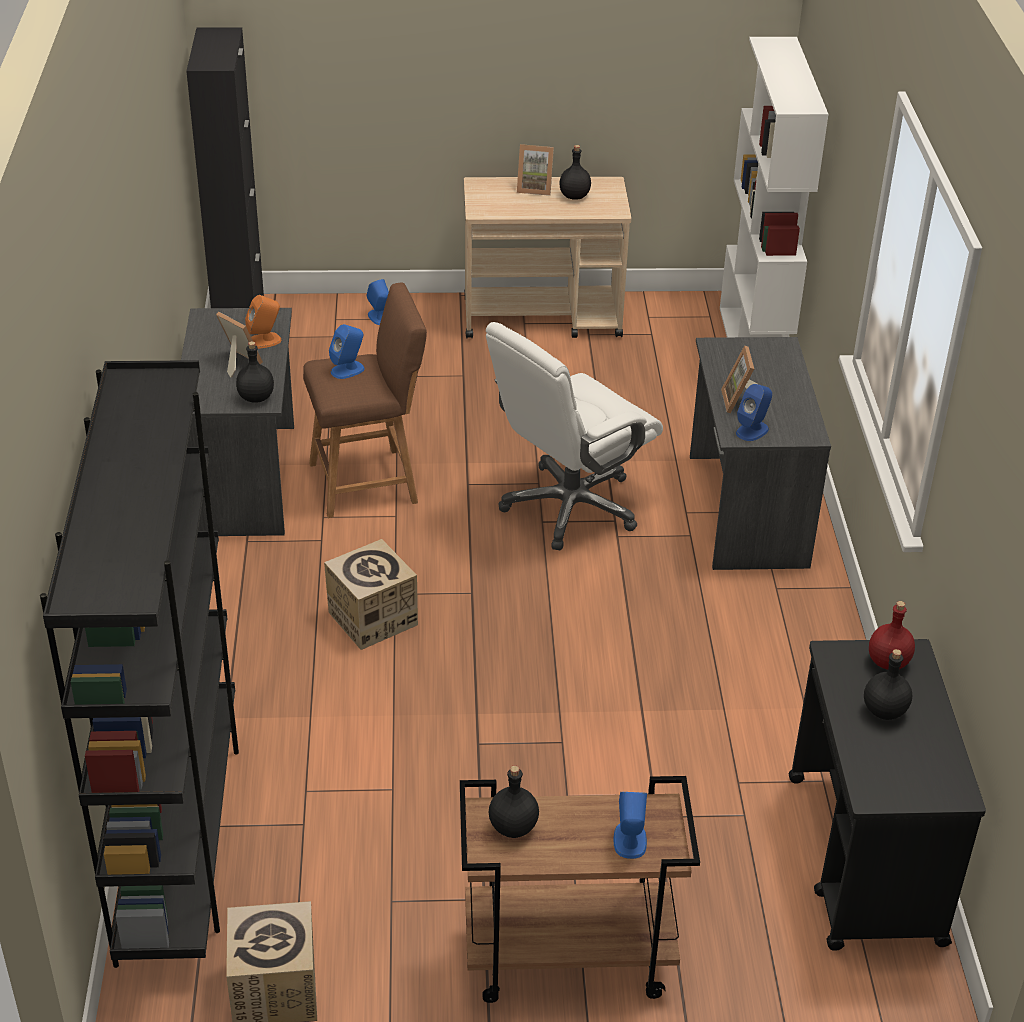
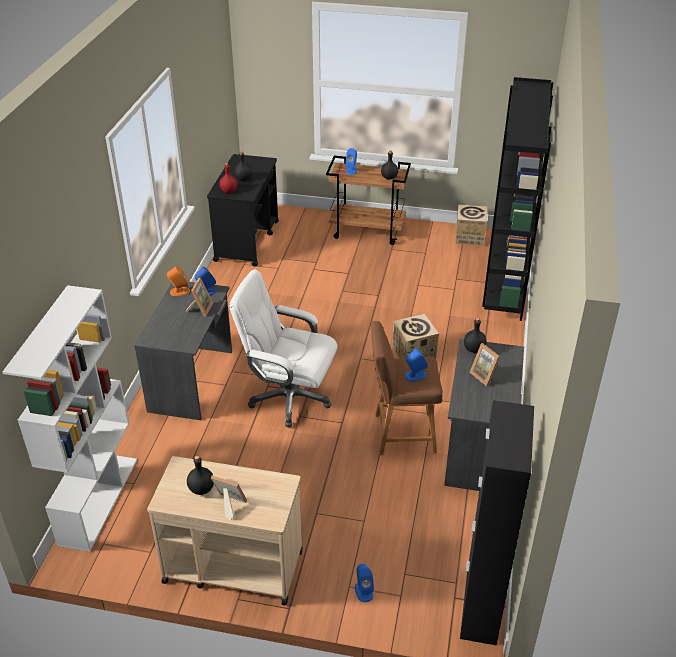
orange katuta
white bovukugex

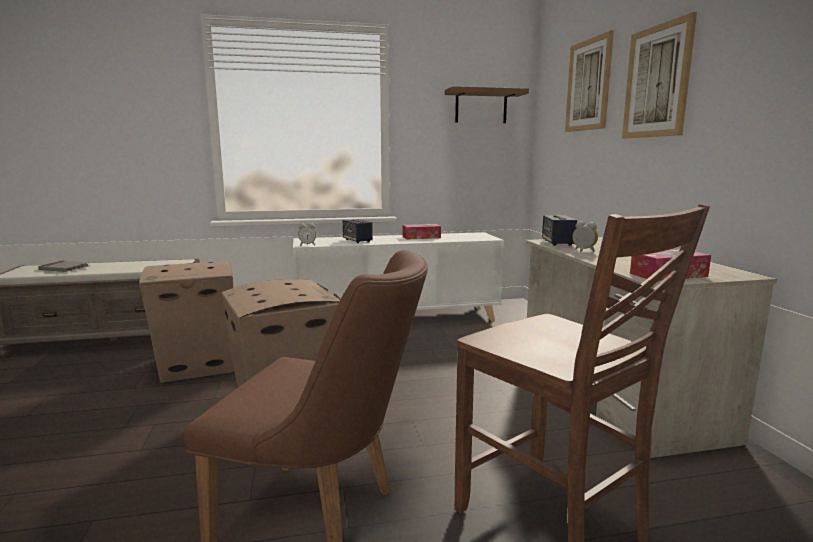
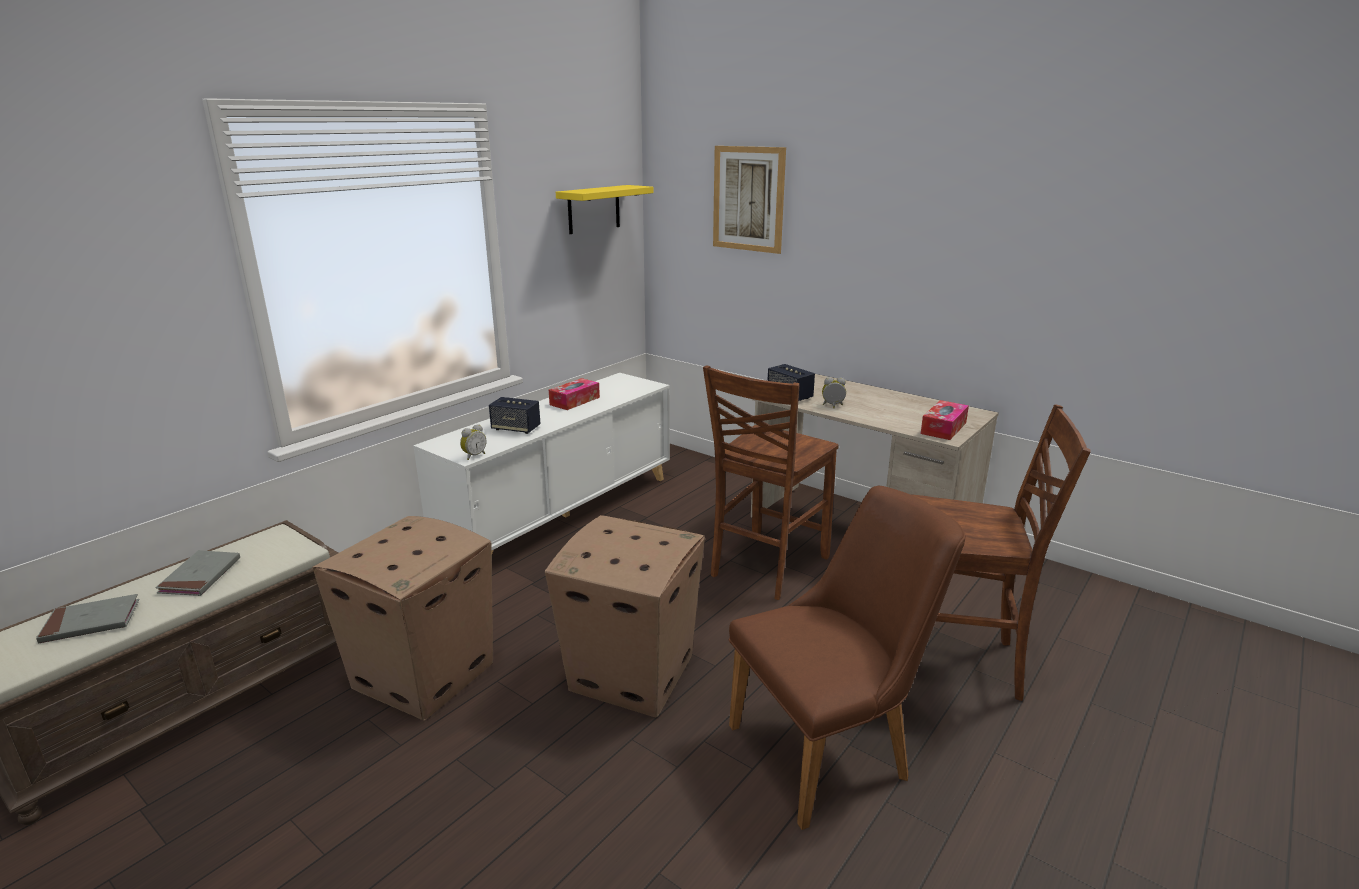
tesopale (2nd from left in the first image)
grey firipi (2nd from left)
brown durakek (1st from left)
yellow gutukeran

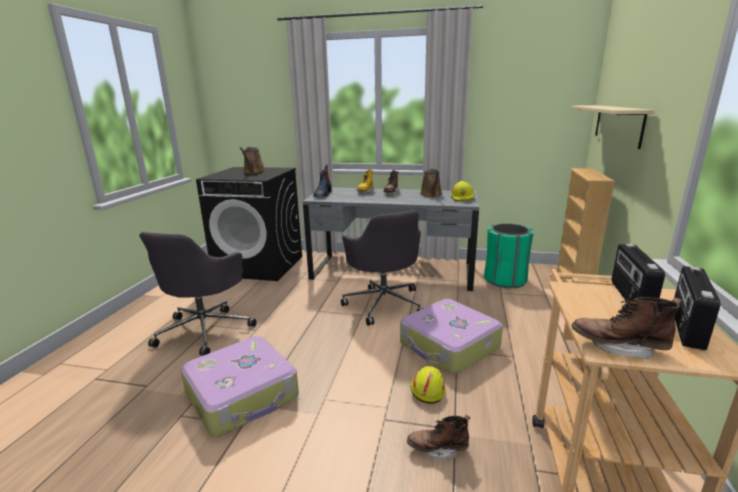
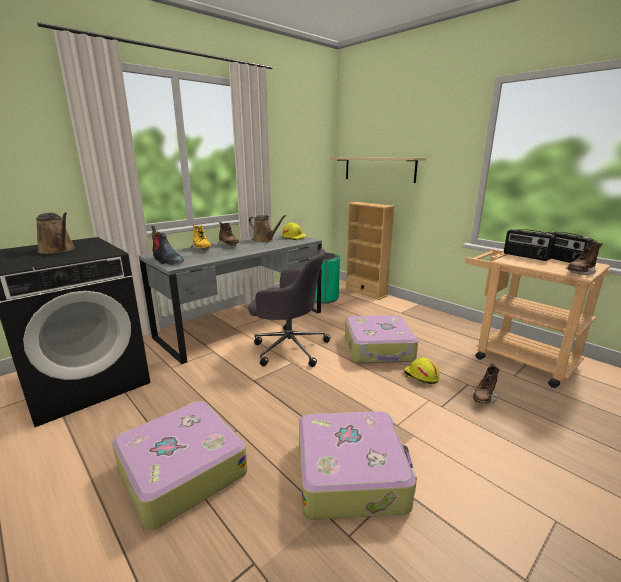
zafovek (1st from left)

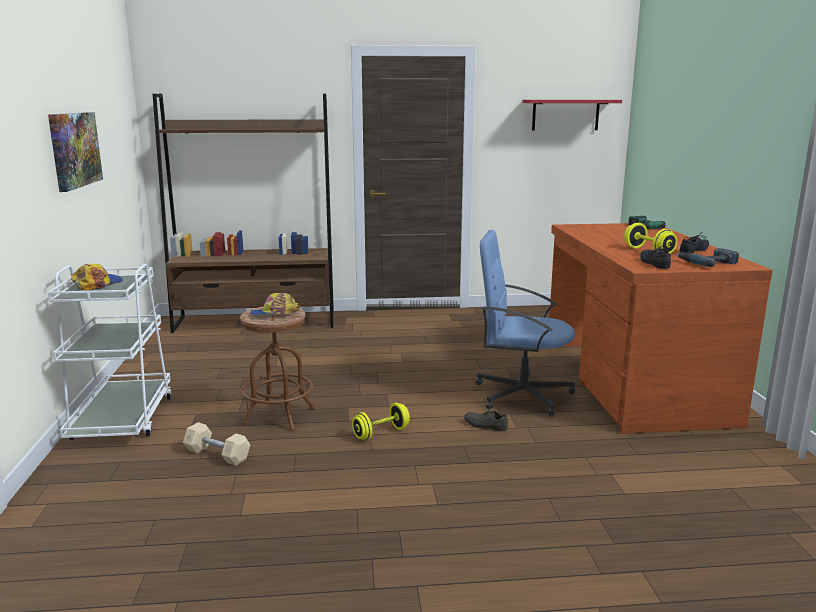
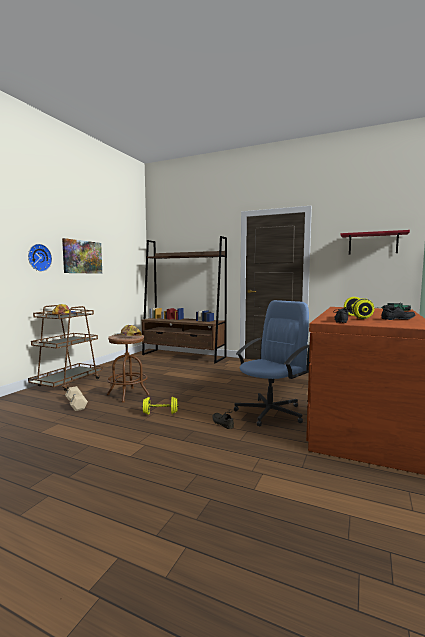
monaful (2nd from left in the first image)
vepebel
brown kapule
blue bovukugex

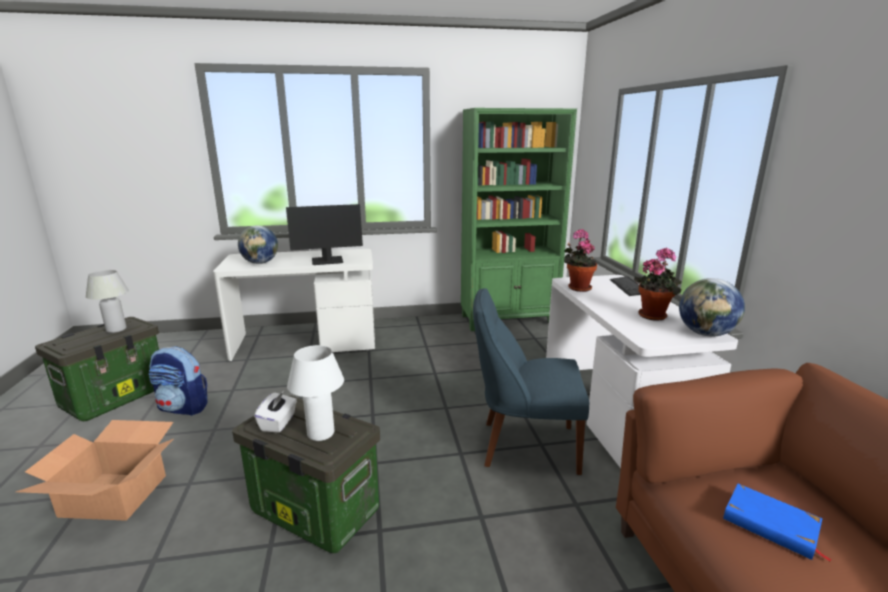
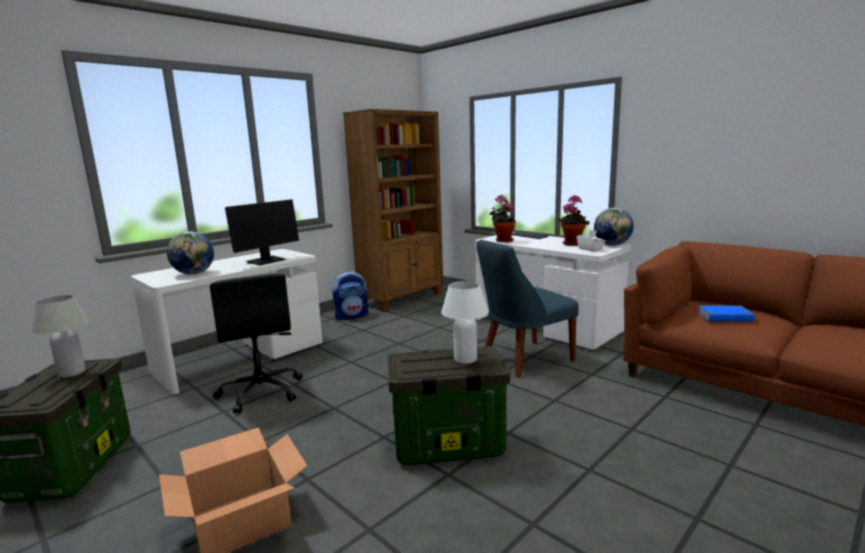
black bovukugex
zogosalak
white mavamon
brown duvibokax

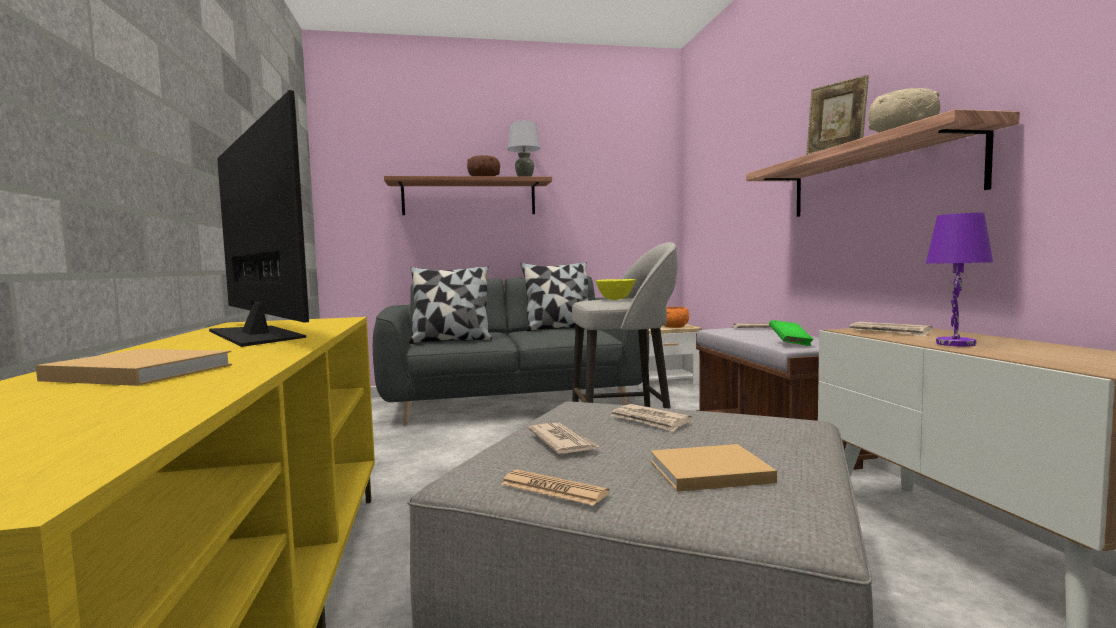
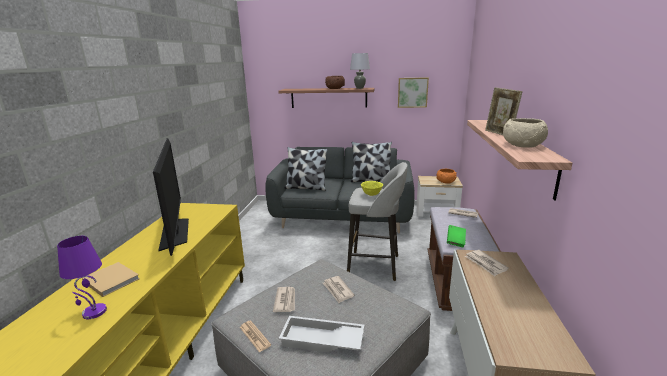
tesopale
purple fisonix
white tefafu

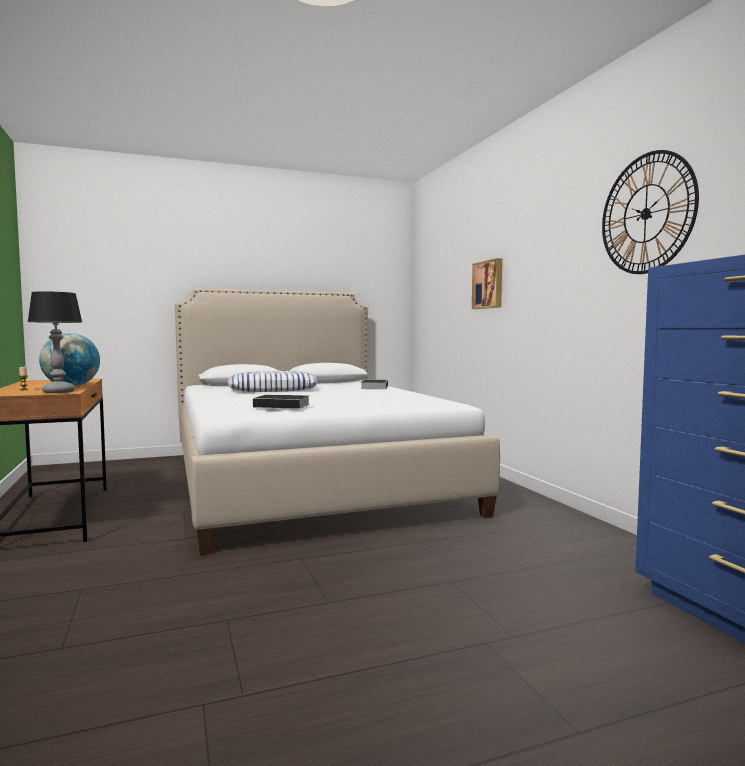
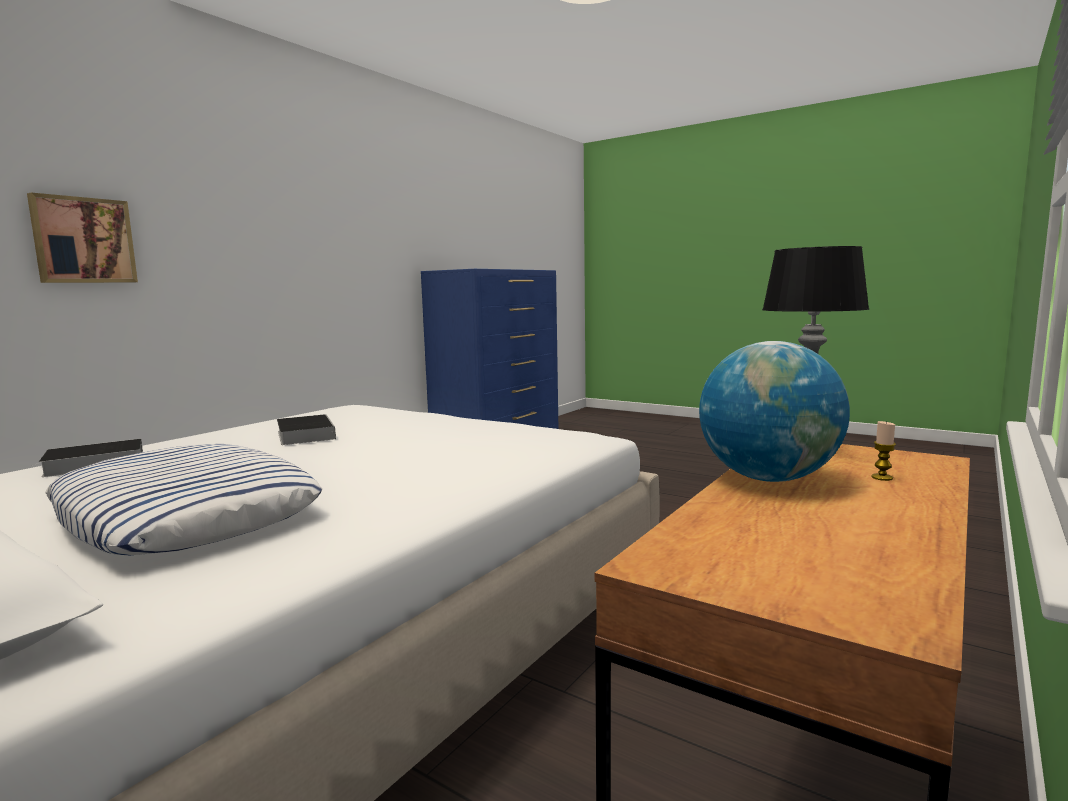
vepebel
firipi (2nd from left)

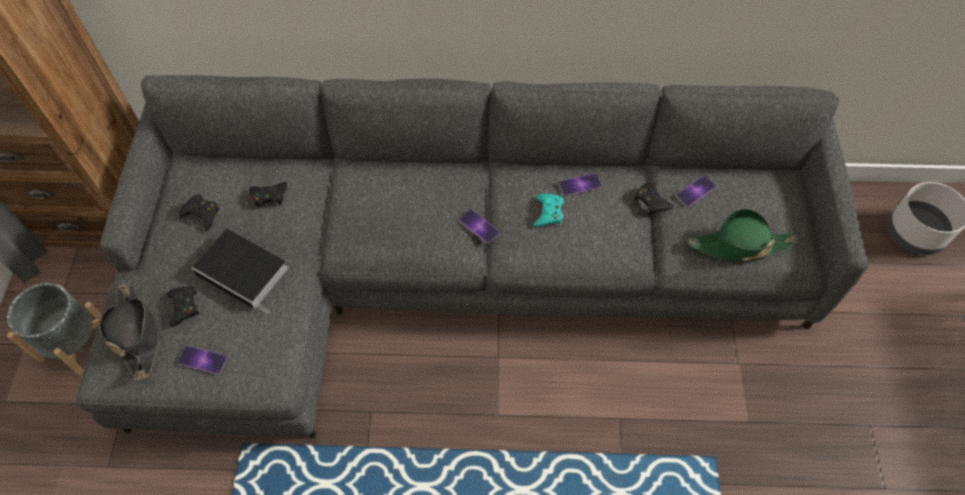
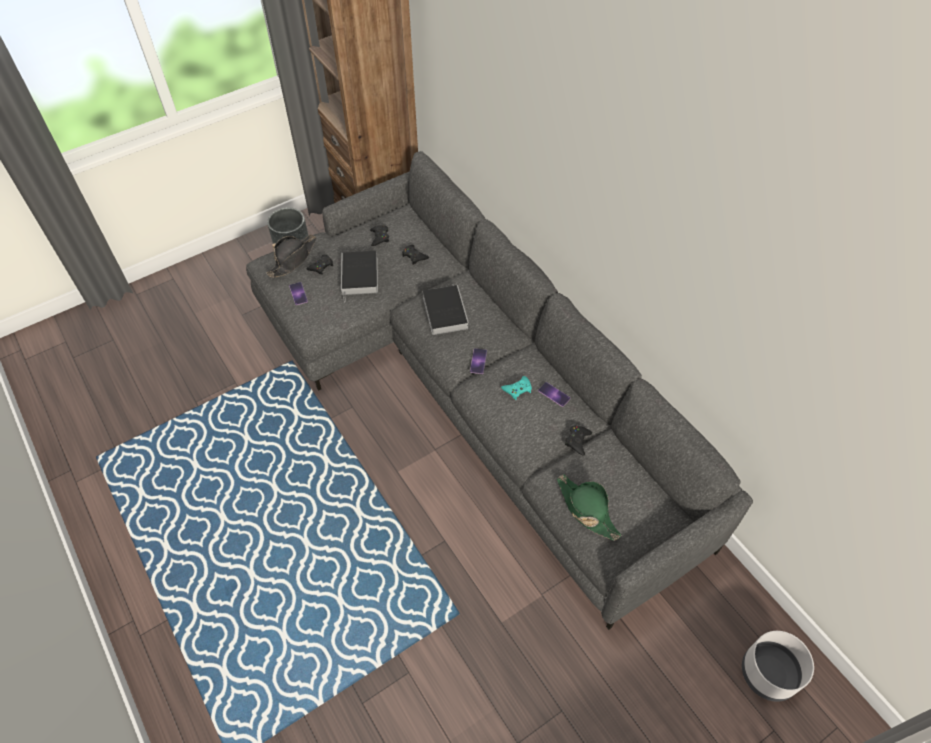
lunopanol (4th from left in the first image)
firipi (2nd from left)

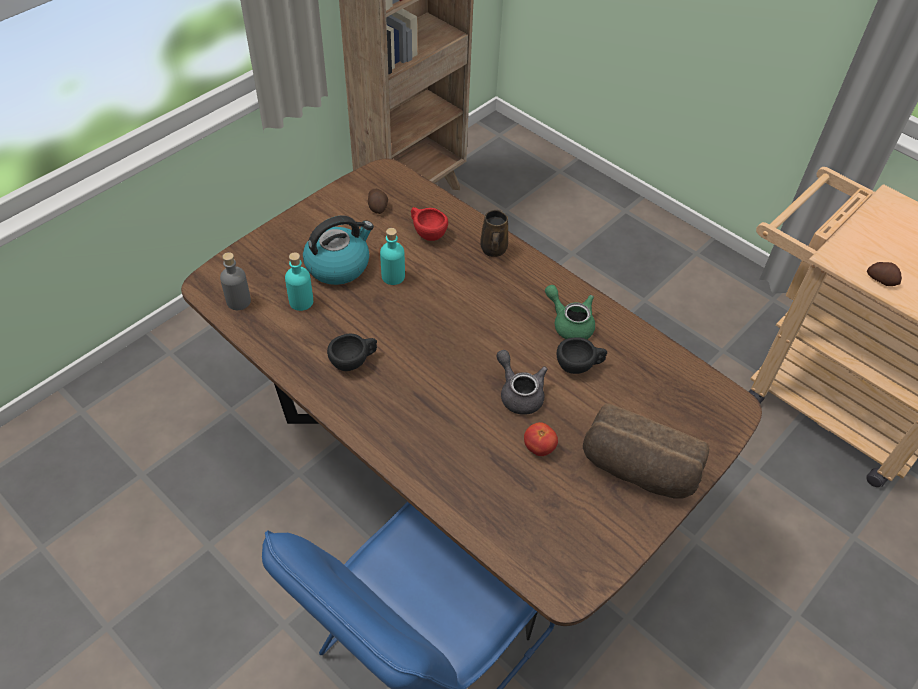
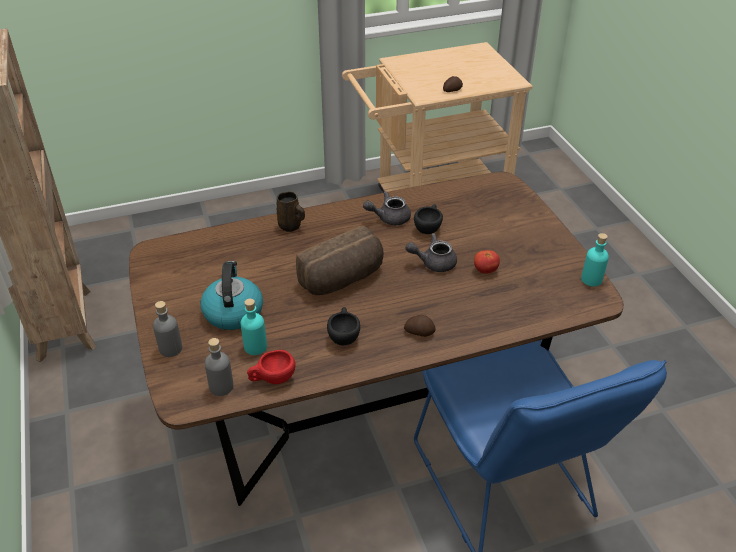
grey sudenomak (1st from left)
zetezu (1st from left)
turquoise sudenomak (2nd from left)
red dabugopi
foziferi
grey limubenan (1st from left)

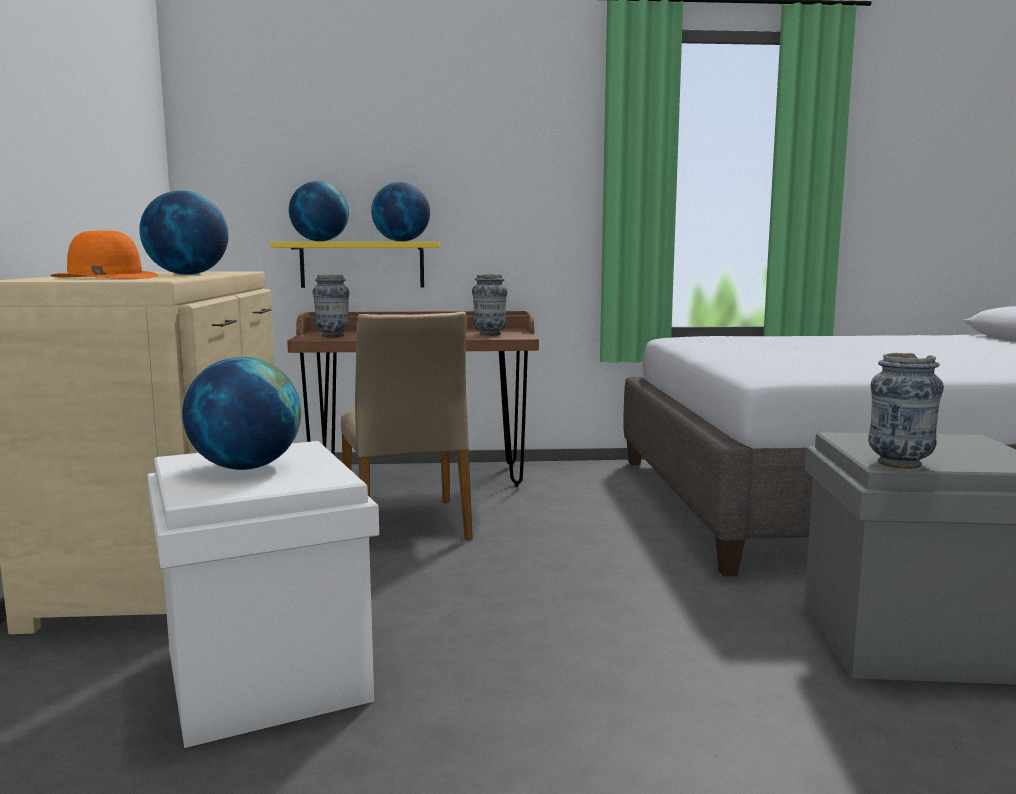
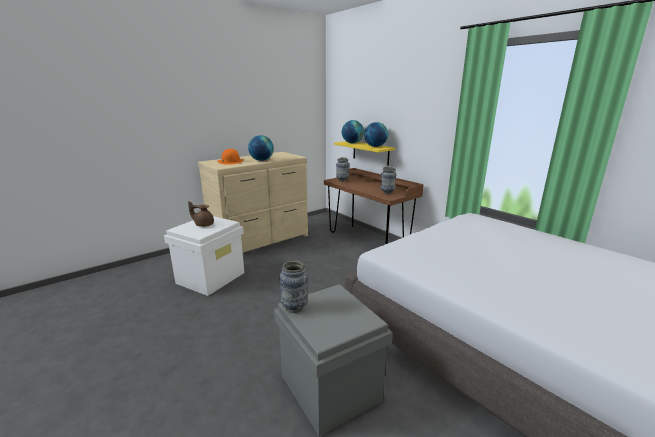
beige durakek
brown limubenan

